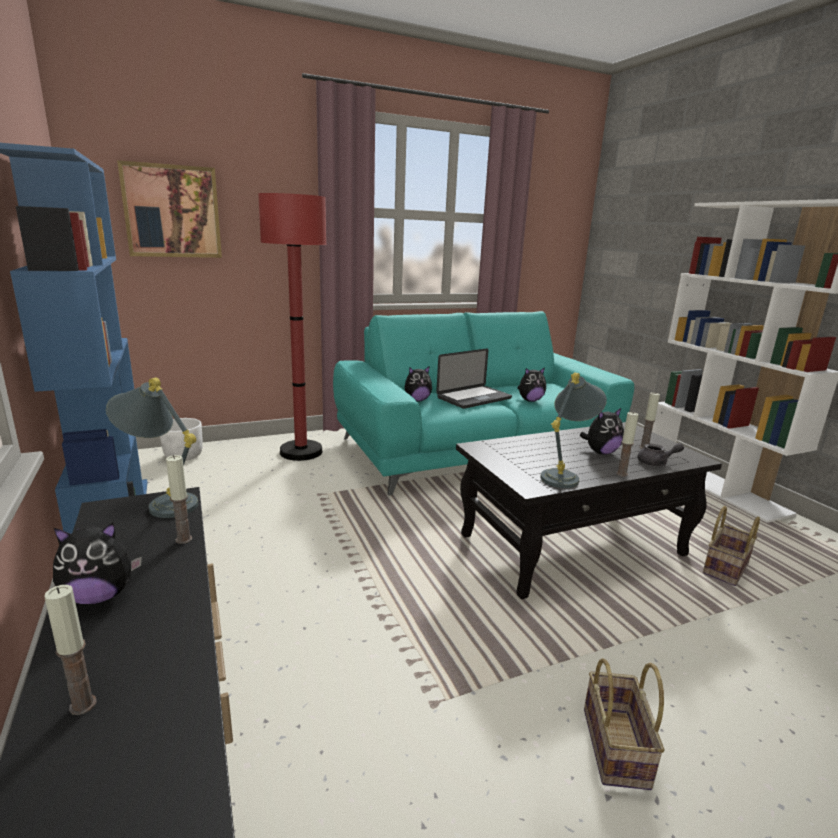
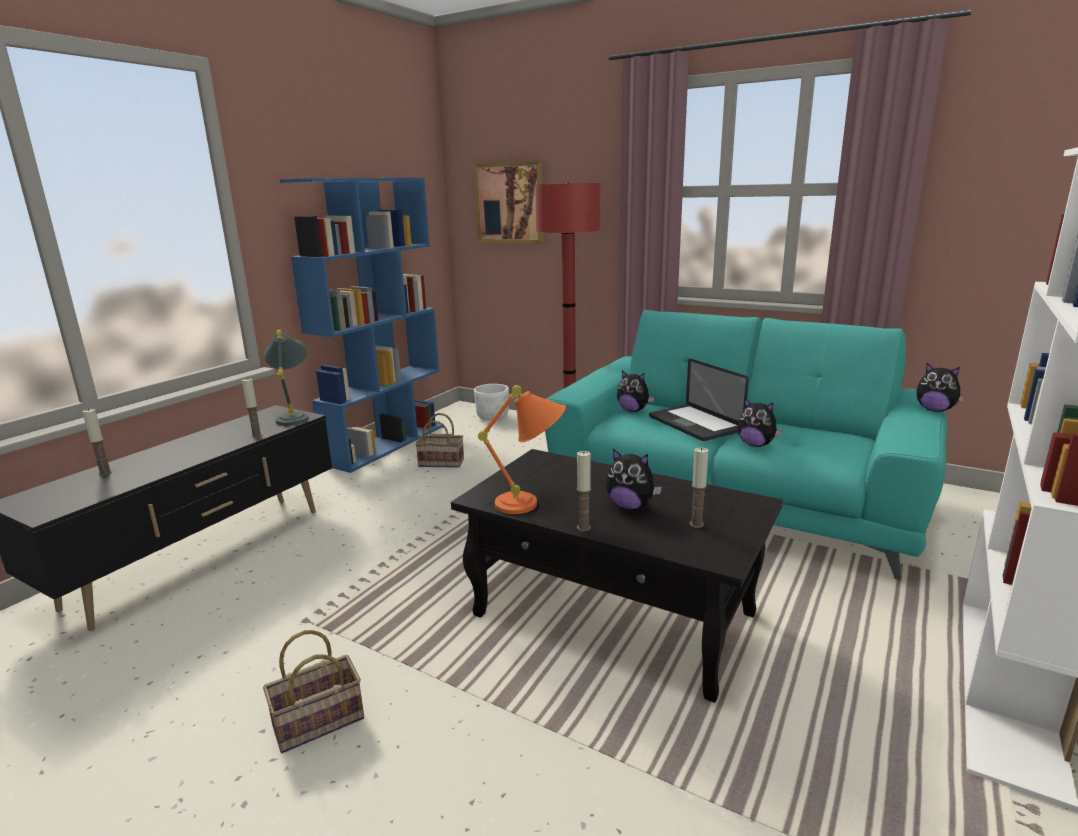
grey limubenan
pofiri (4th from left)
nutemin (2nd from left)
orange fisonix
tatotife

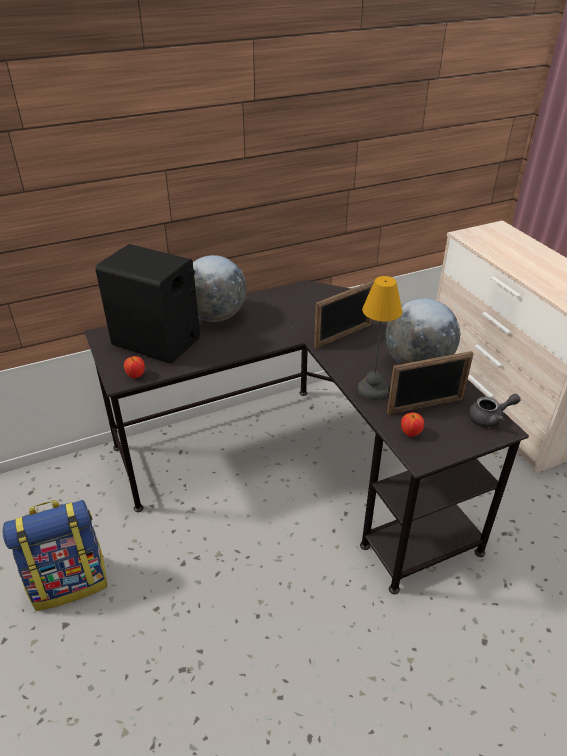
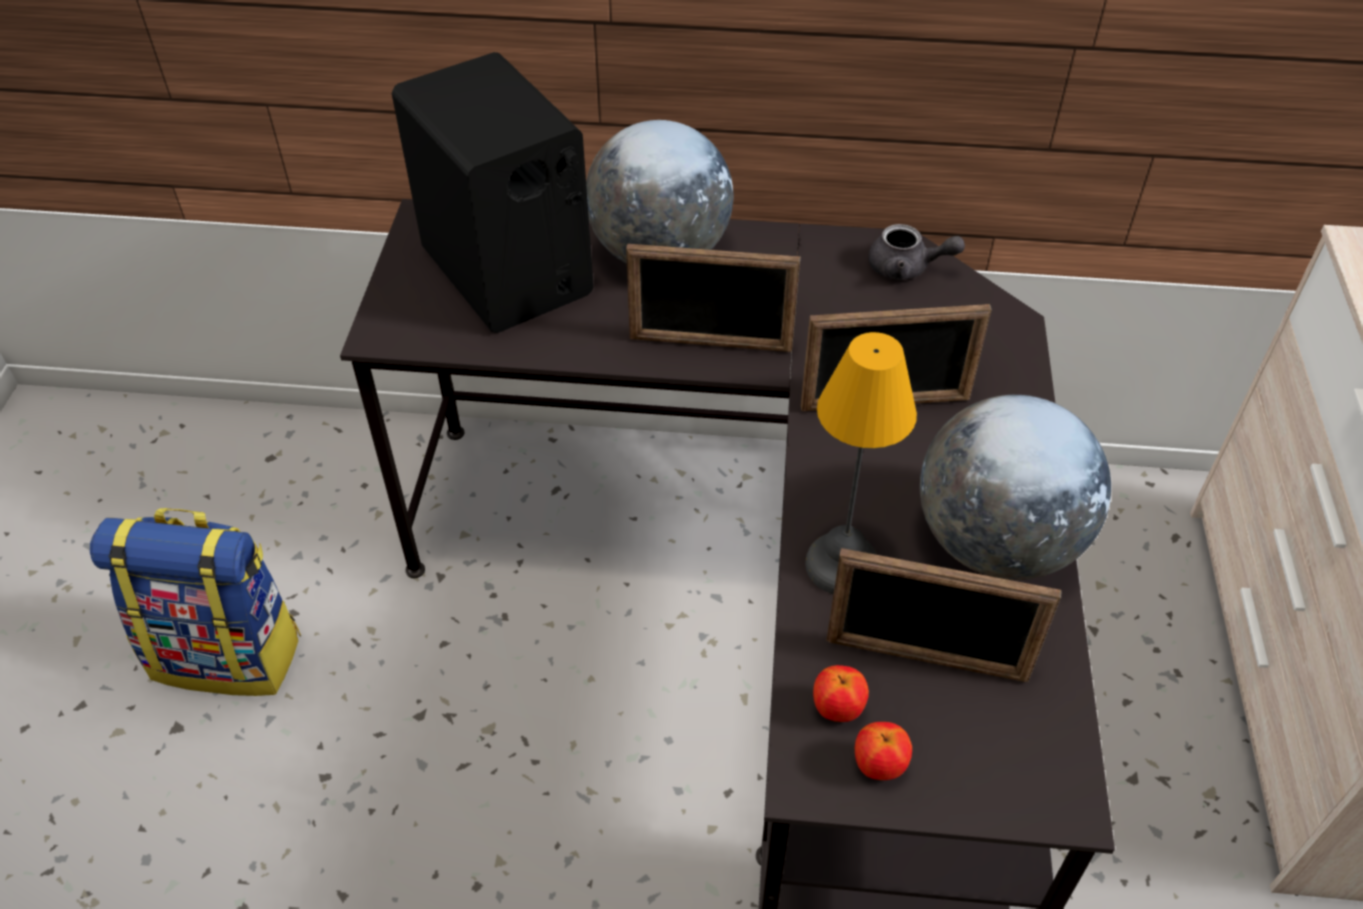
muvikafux (1st from left)
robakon (2nd from left)
grey limubenan

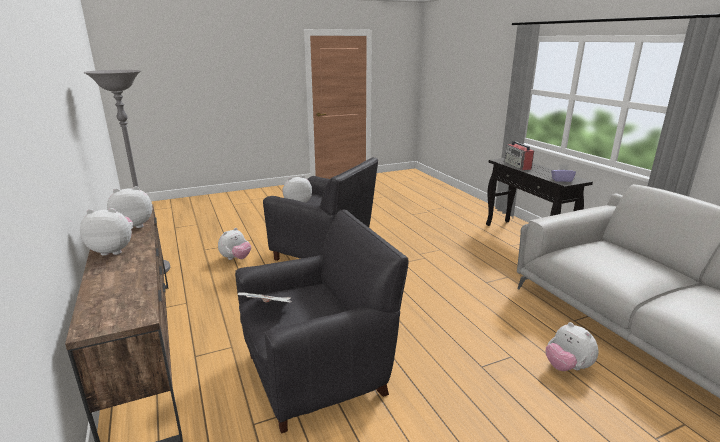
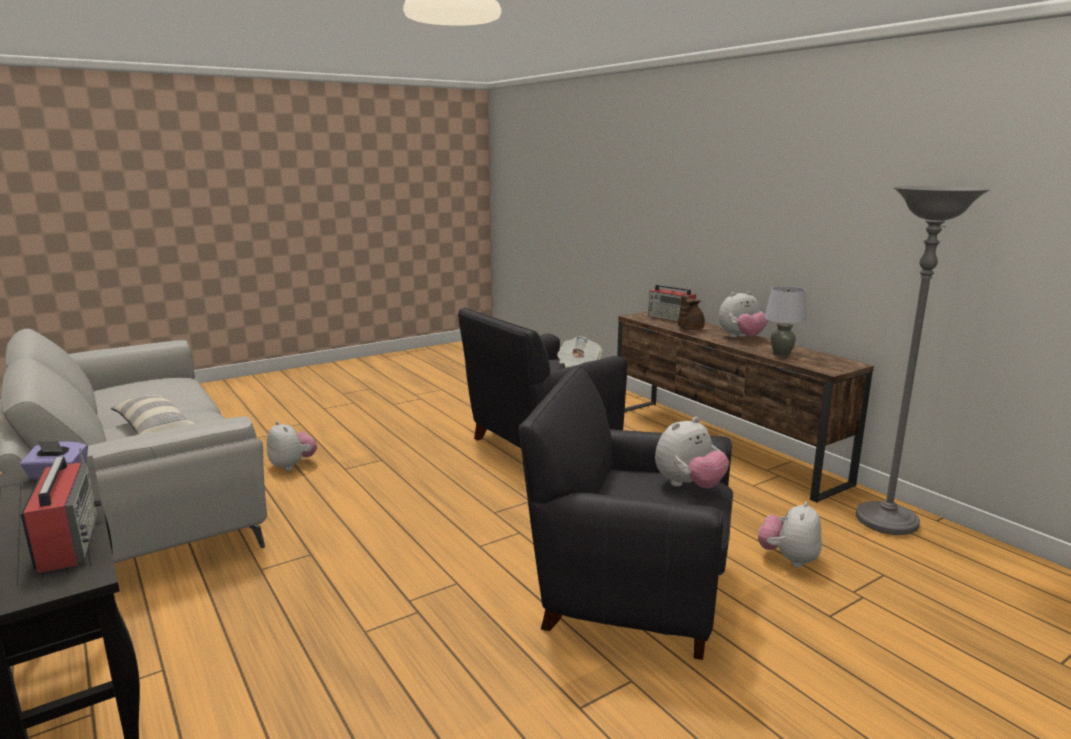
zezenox
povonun (2nd from left)
brown limubenan
grey fisonix

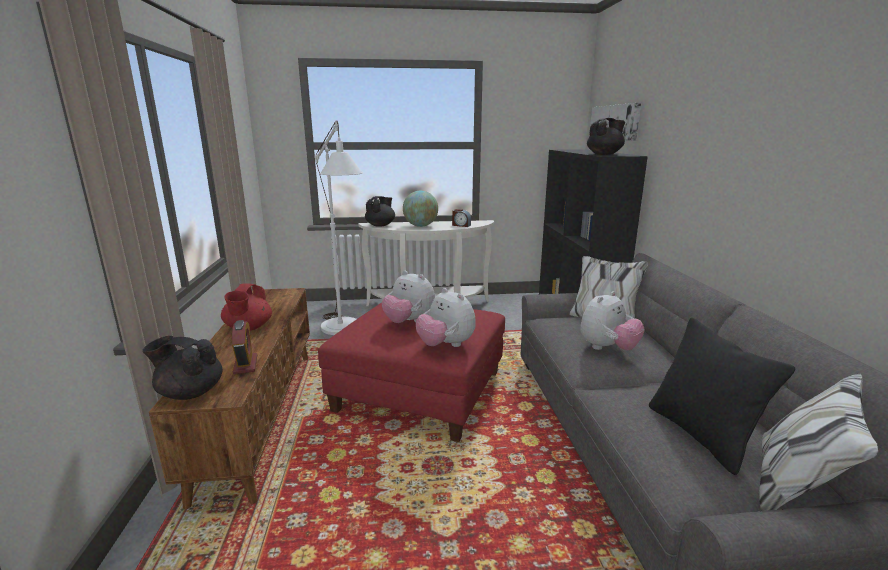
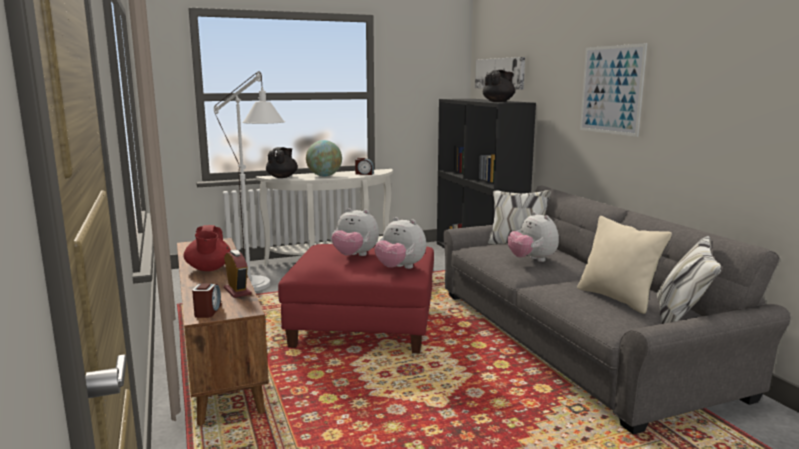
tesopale (2nd from left)
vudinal (1st from left)
beige zezenox
pofiri (3rd from left)

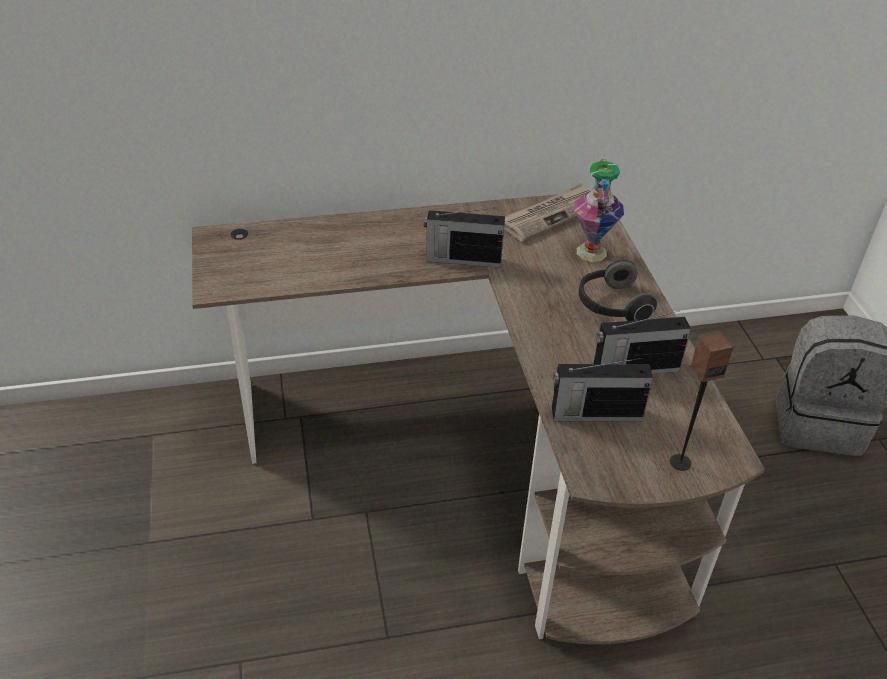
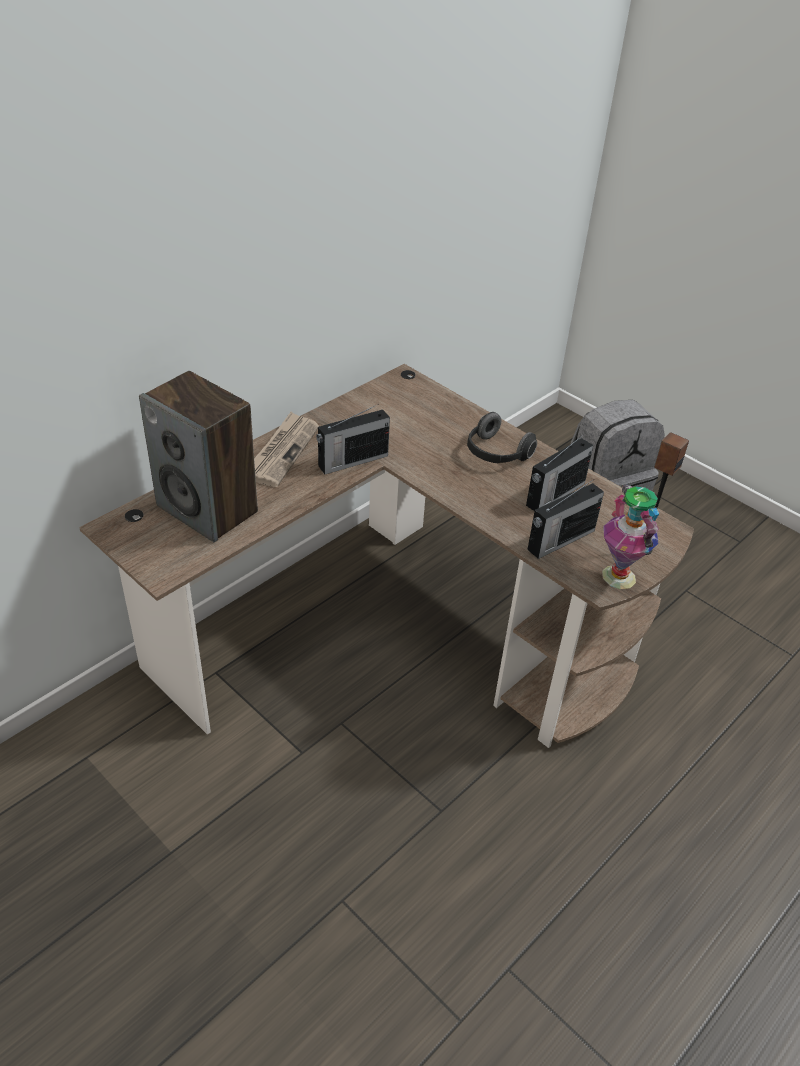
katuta (1st from left)
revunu
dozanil

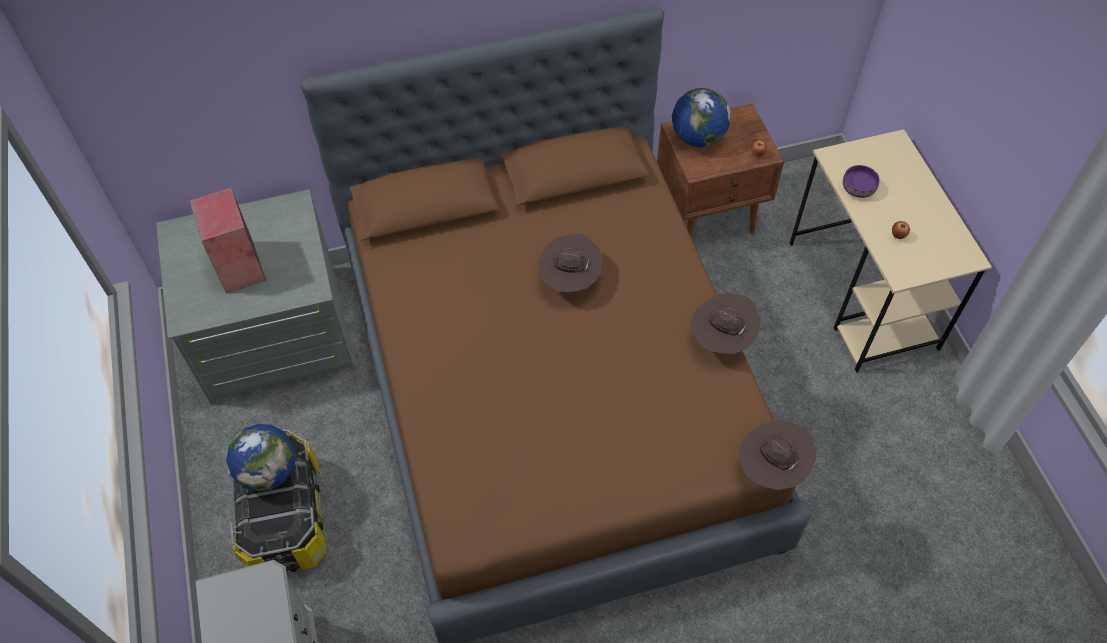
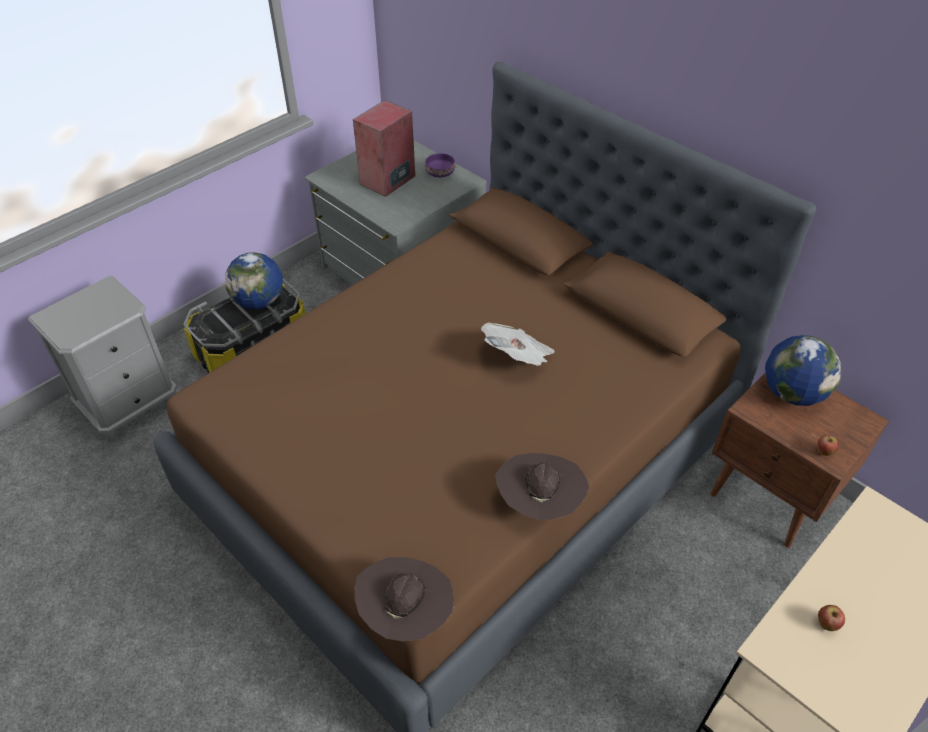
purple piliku
revunu

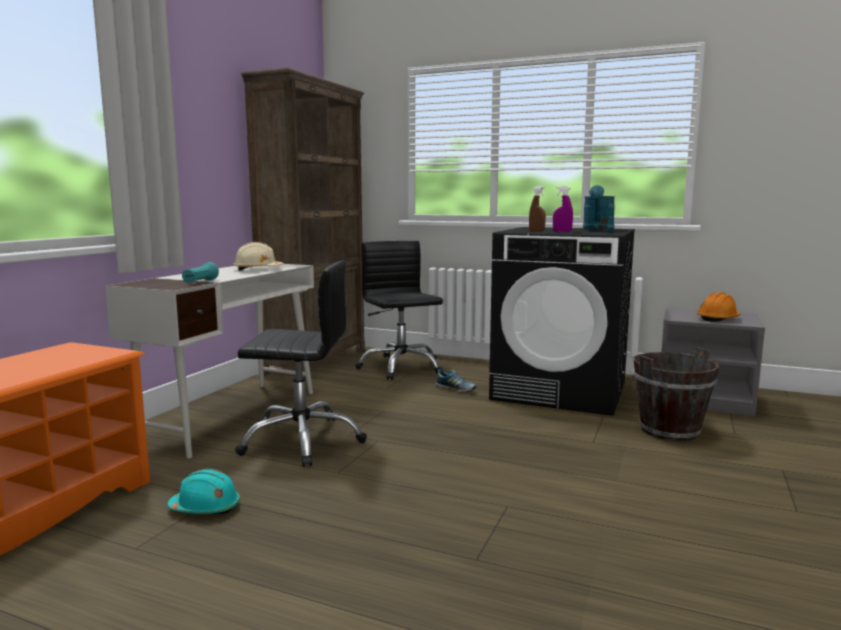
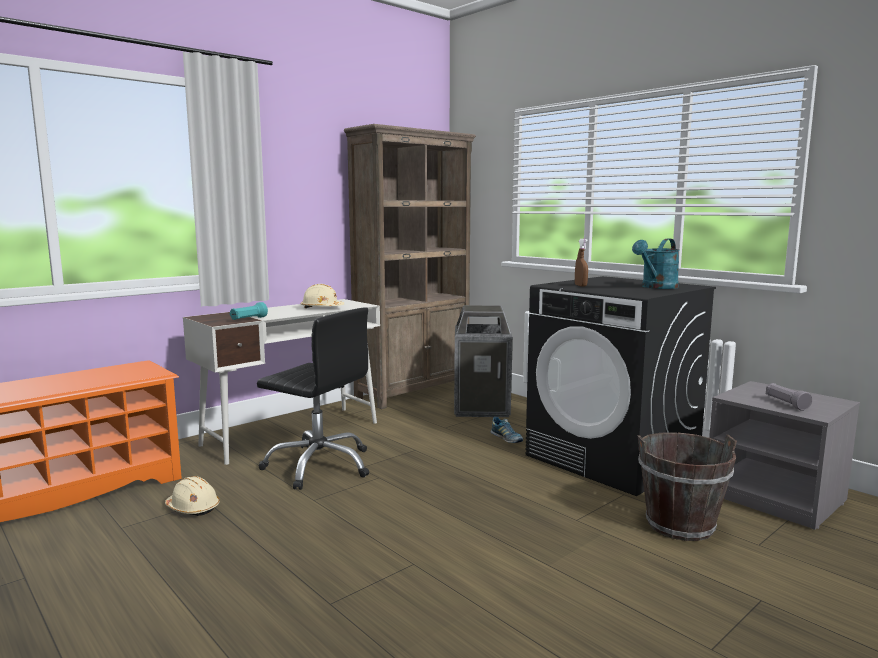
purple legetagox
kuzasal
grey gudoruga
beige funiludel (1st from left)

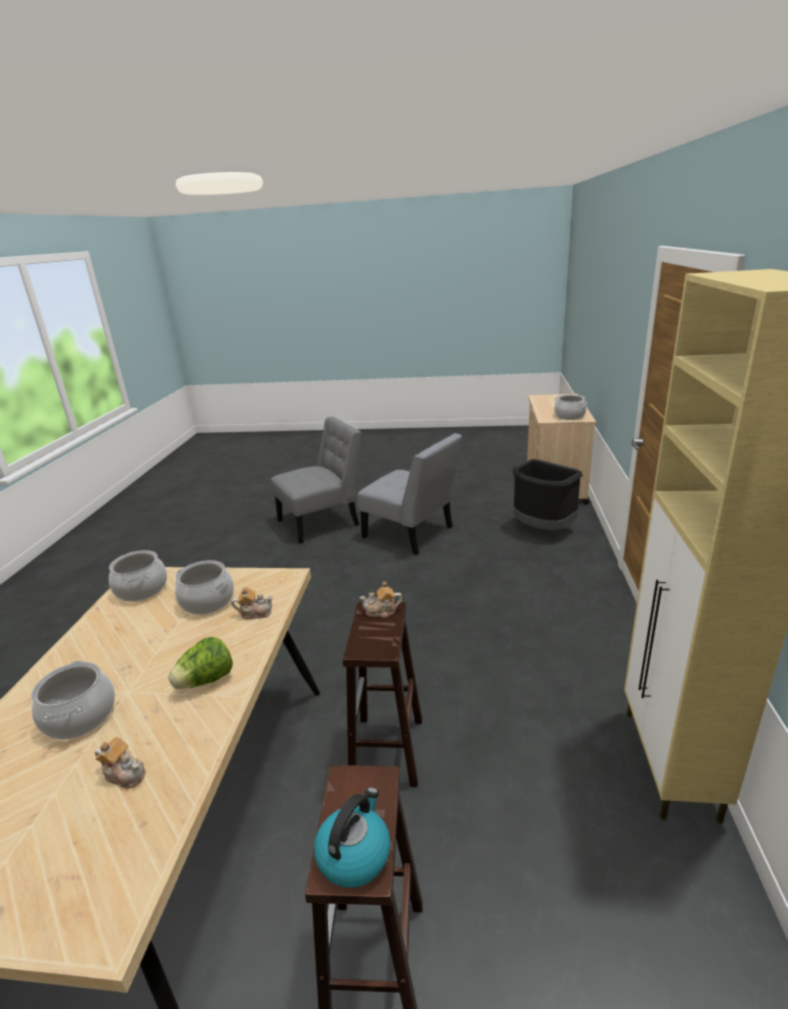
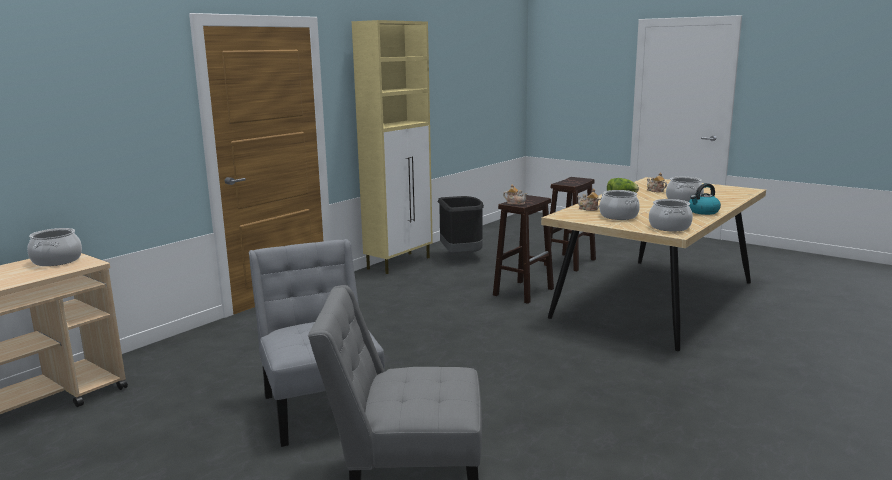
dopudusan
black kuzasal

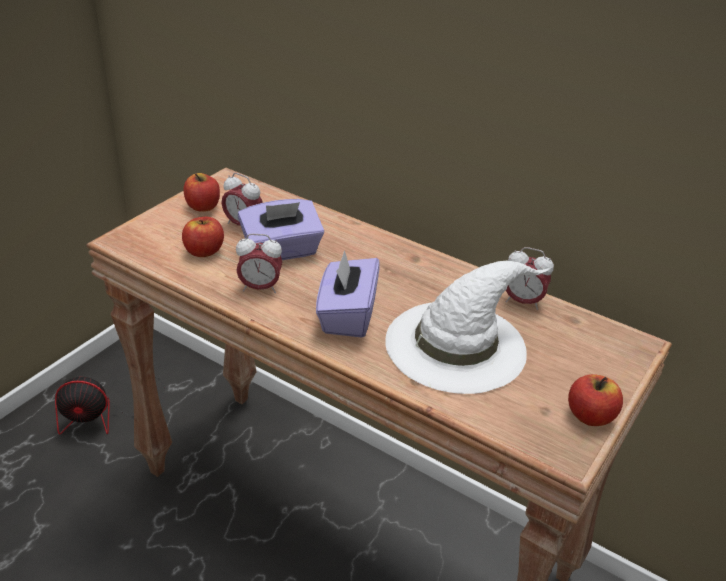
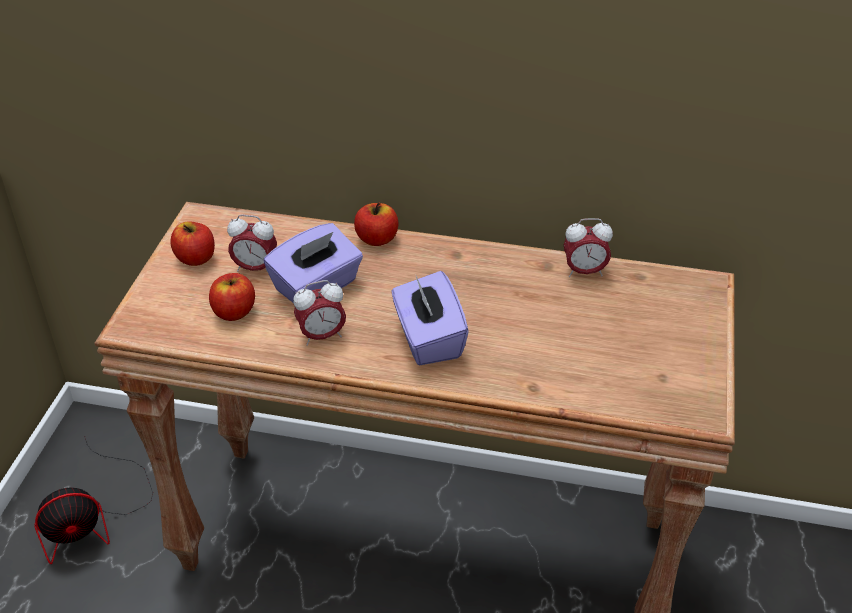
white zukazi
robakon (3rd from left)

